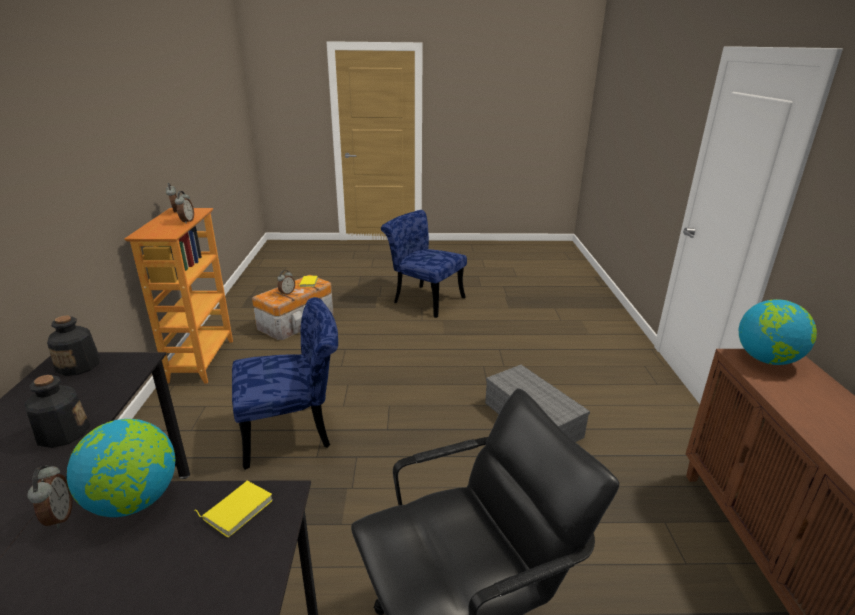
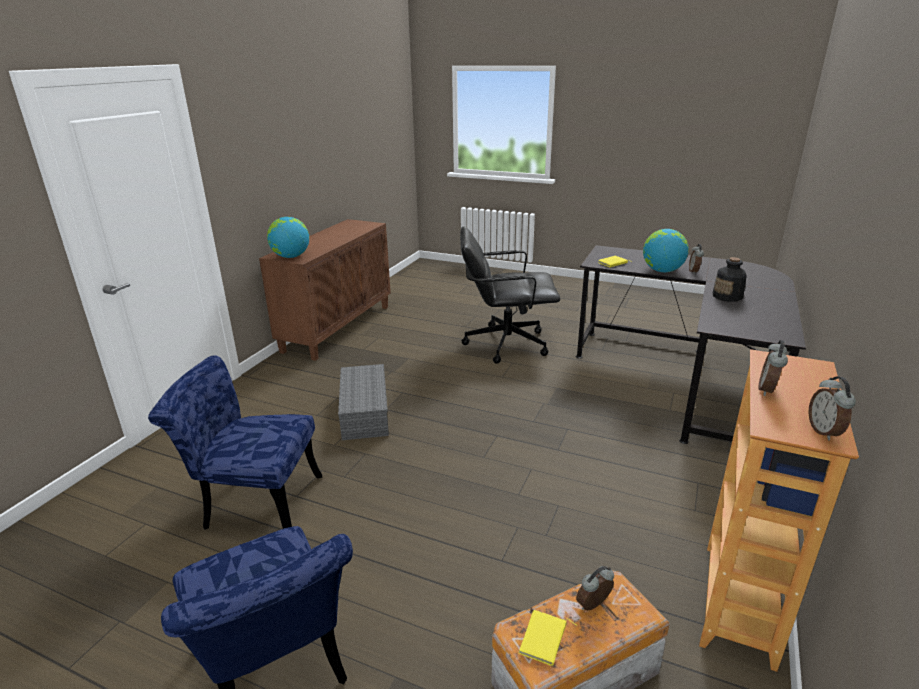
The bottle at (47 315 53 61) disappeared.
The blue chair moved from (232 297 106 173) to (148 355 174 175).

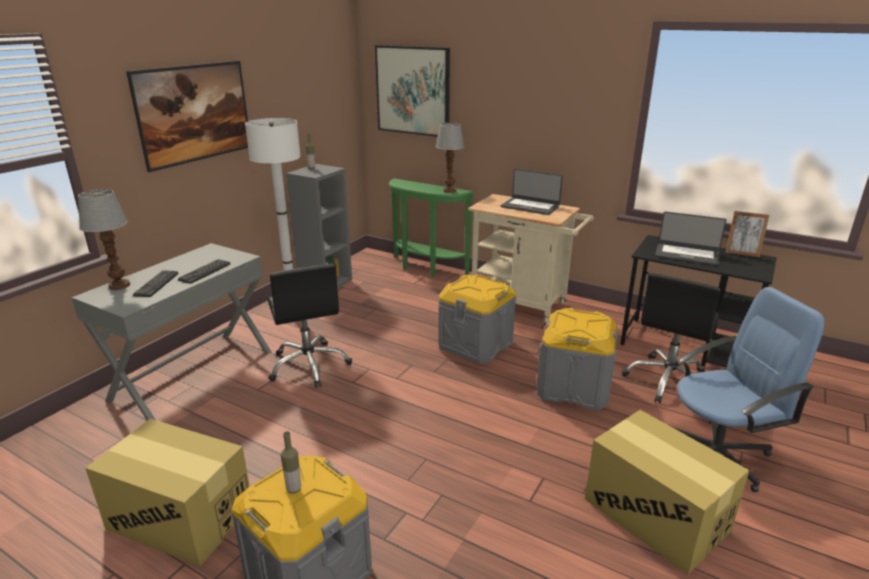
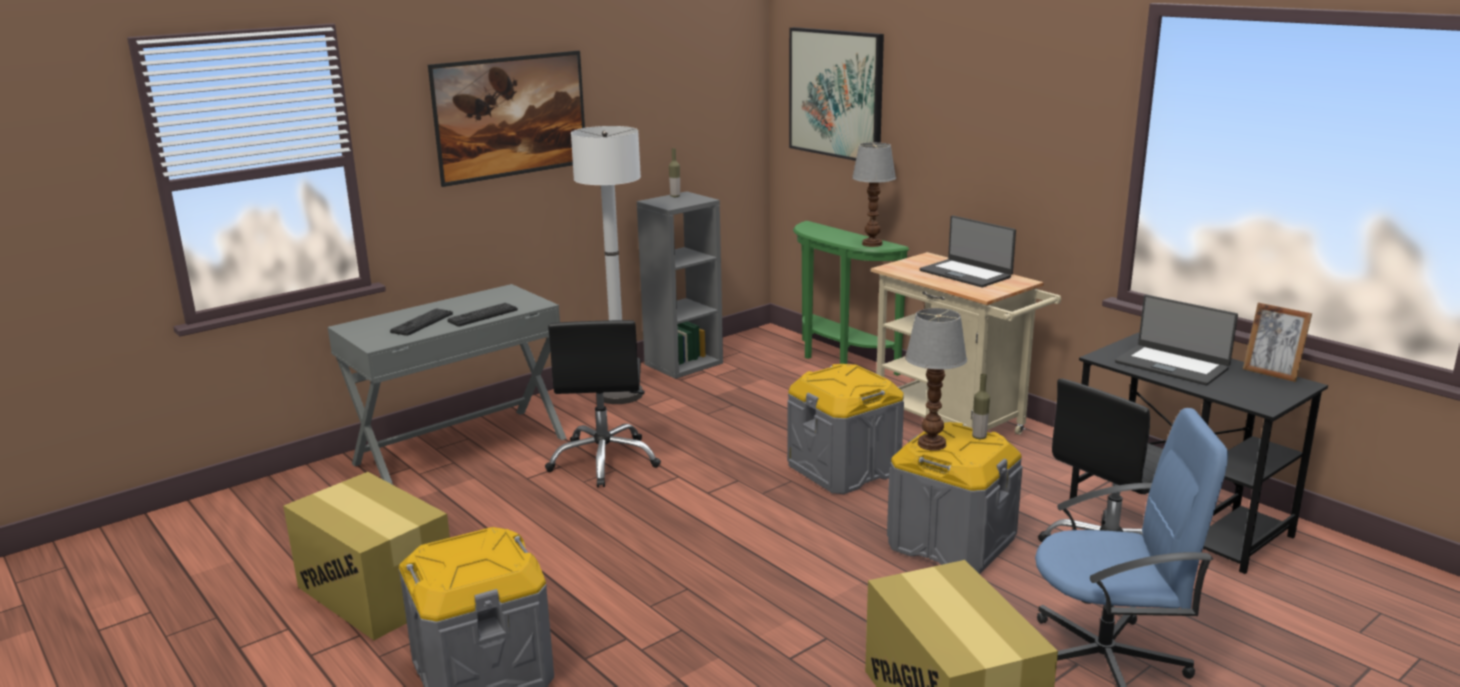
The table lamp moved from (78 189 52 101) to (905 308 62 143).
The bottle moved from (281 431 20 62) to (972 374 18 65).

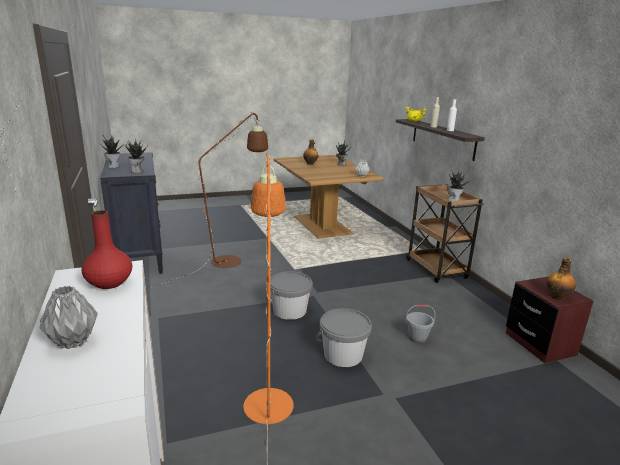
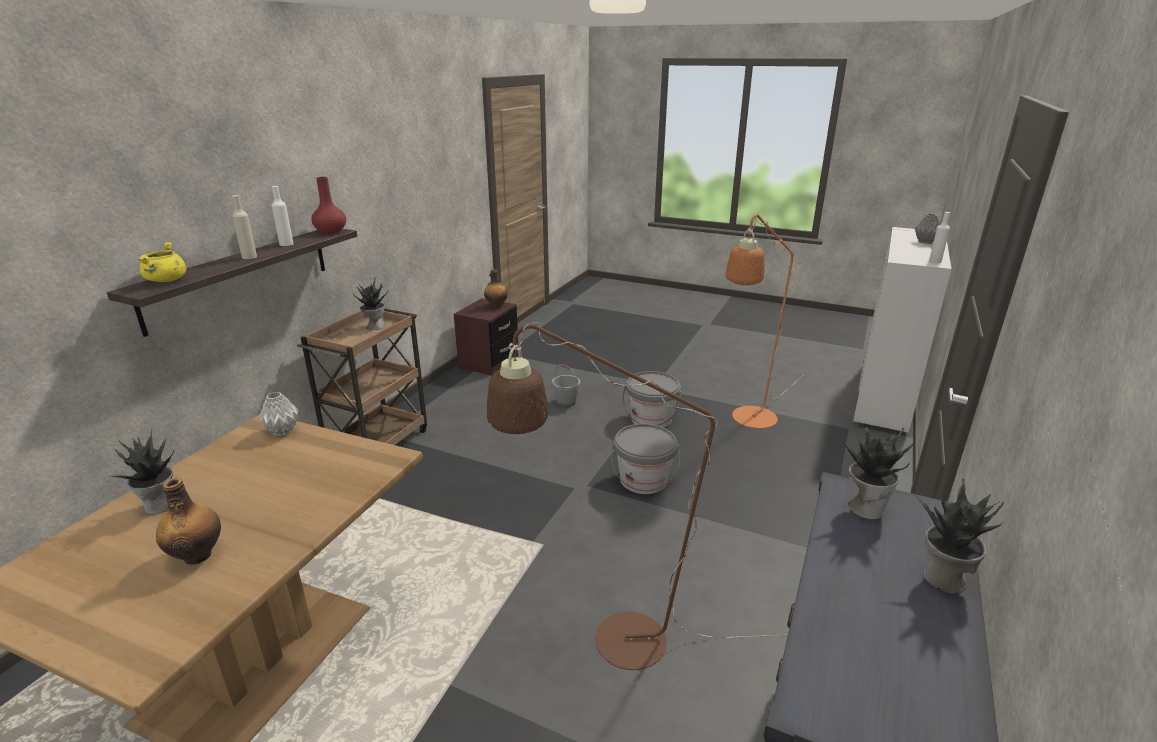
The red vase moved from (81 210 51 79) to (311 177 35 57).
The white bottle at (929 212 21 51) appeared.

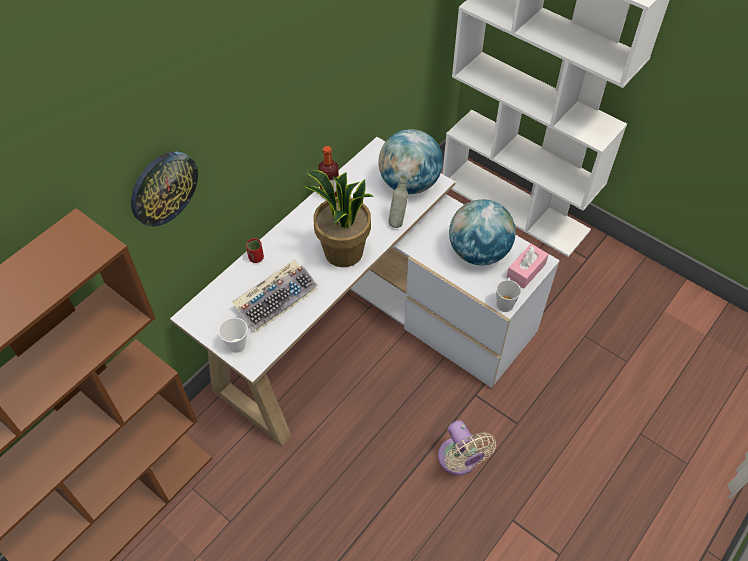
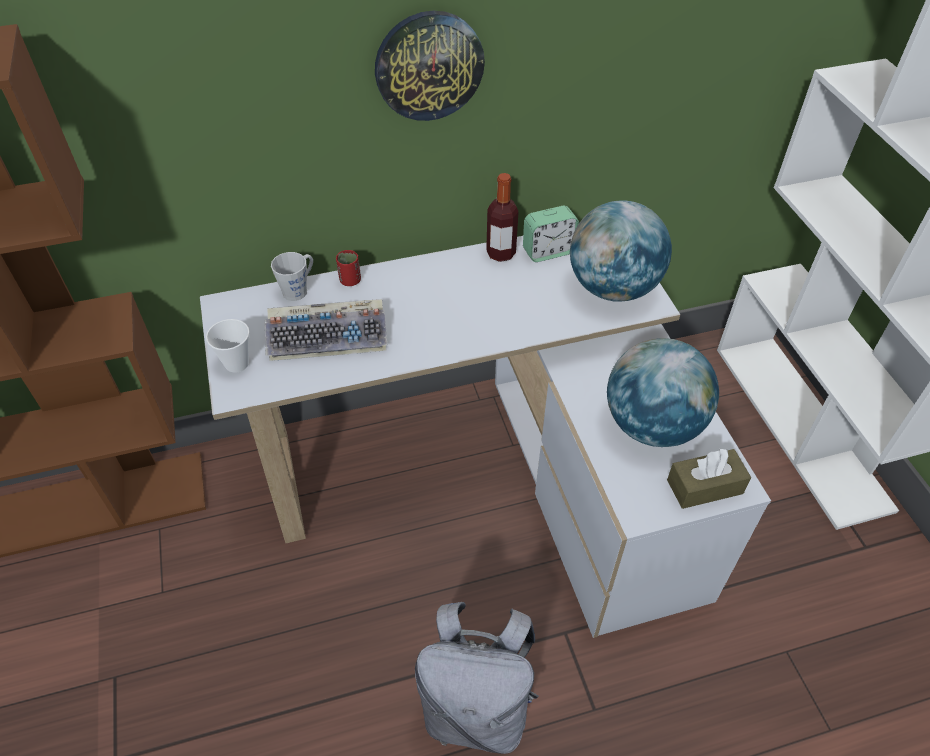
The wall clock moved from (131 151 67 76) to (375 11 110 110).
The potted plant at (302 170 72 97) disappeared.
The grey bottle at (388 176 20 52) disappeared.
The beige fan at (438 420 58 55) was replaced by the grey backpack at (415 602 124 152).
The grey mug moved from (496 277 25 35) to (271 252 42 49).
The pink tissue box at (507 244 42 45) became the brown tissue box at (667 448 84 61).
The alarm clock at (523 206 56 56) appeared.

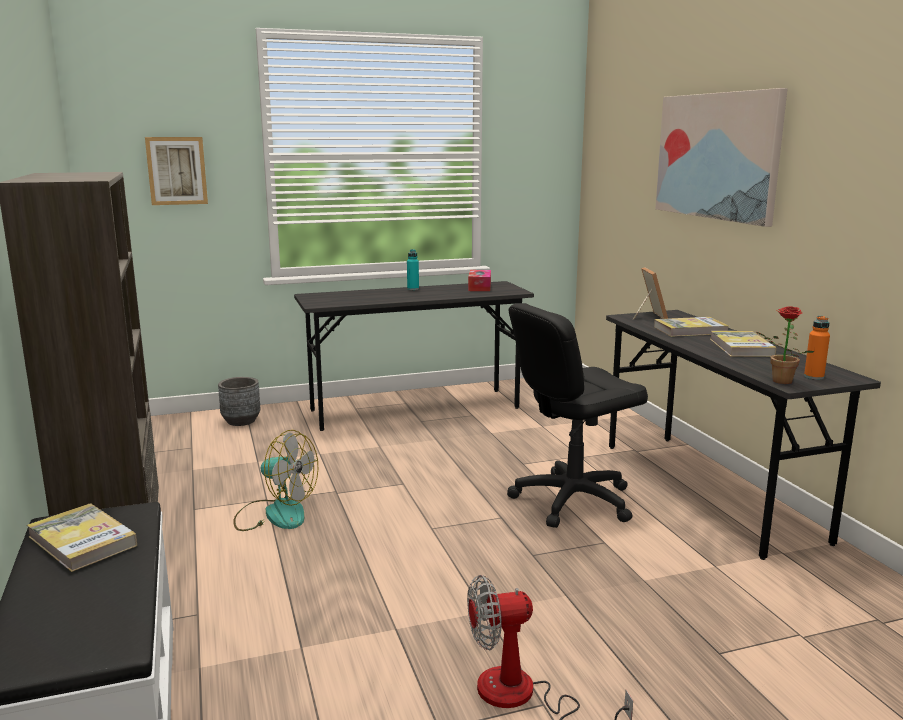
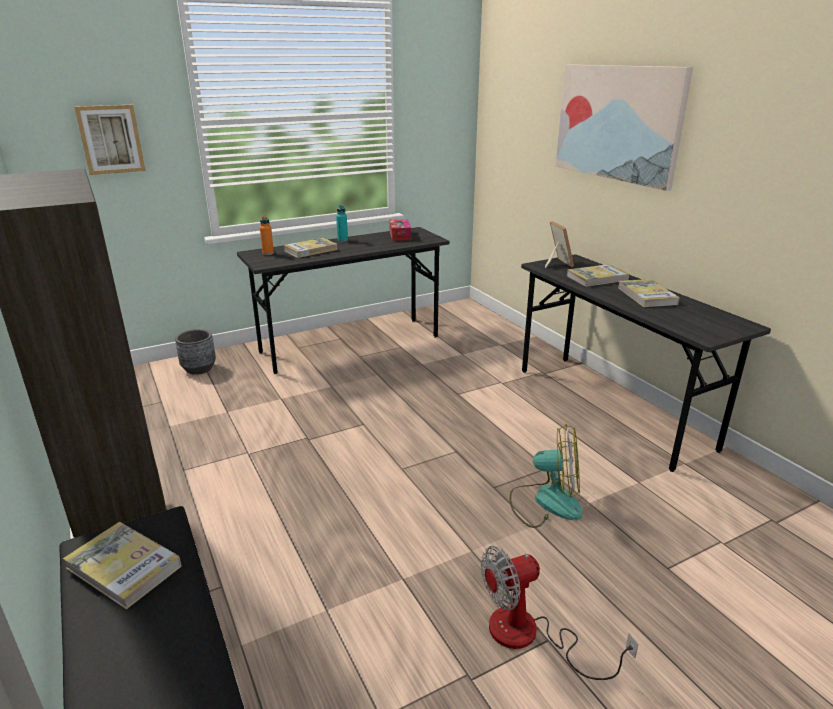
The fan moved from (233 430 85 101) to (509 424 74 104).
The black office chair at (507 303 141 225) disappeared.
The potted plant at (757 306 57 78) disappeared.
The orange bottle moved from (804 316 26 64) to (260 216 14 39).
The book at (284 238 53 20) appeared.

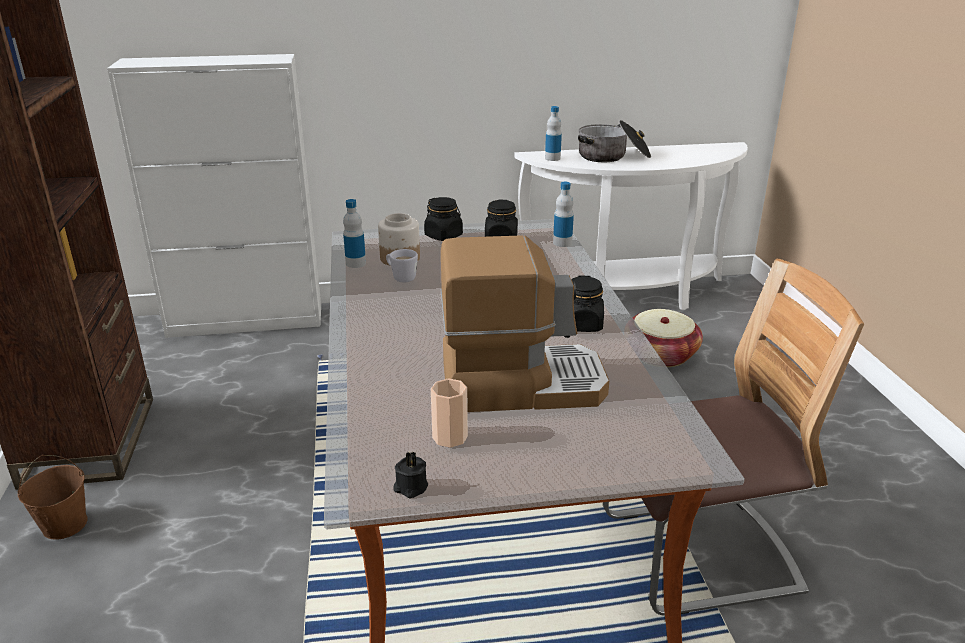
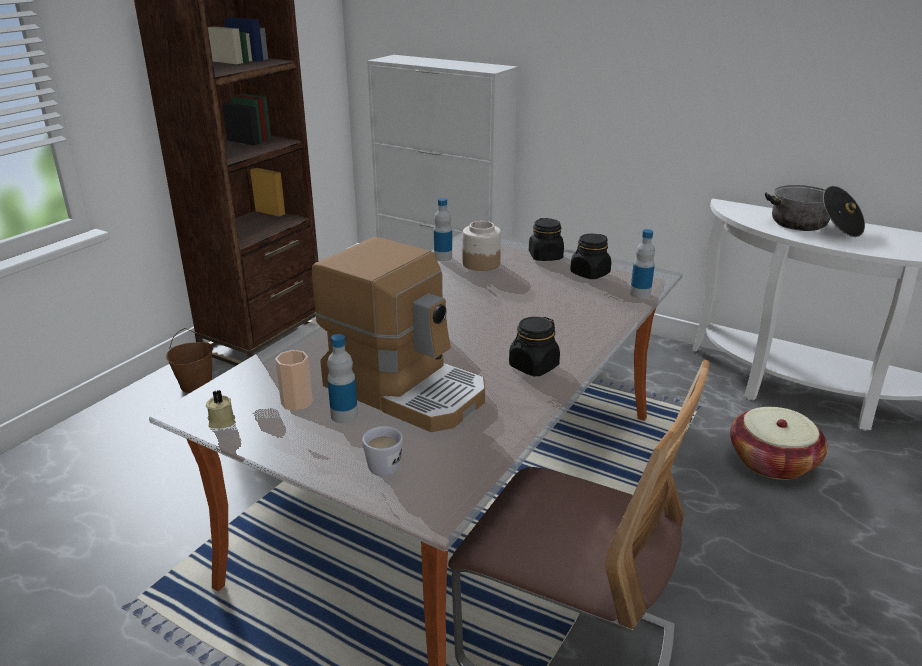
The white mug moved from (386 249 32 33) to (362 426 41 50).
The black candle at (394 451 34 47) became the beige candle at (206 390 29 39).
The bottle moved from (545 106 17 55) to (327 334 31 89).

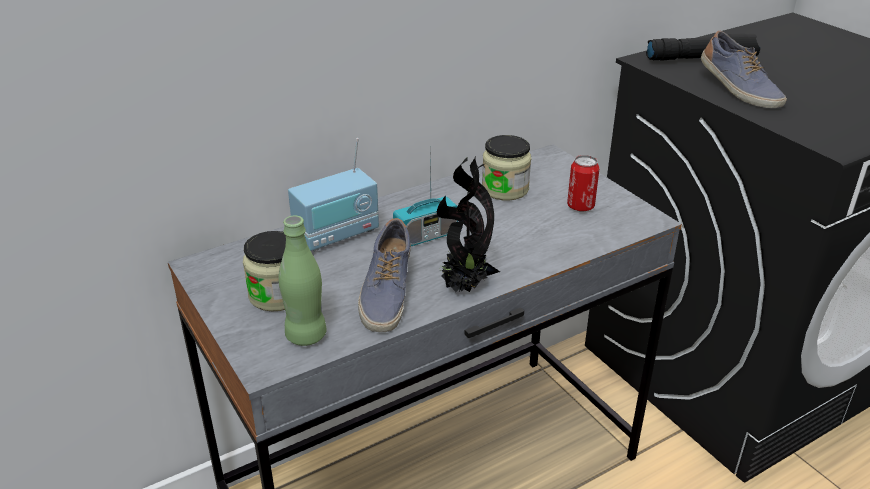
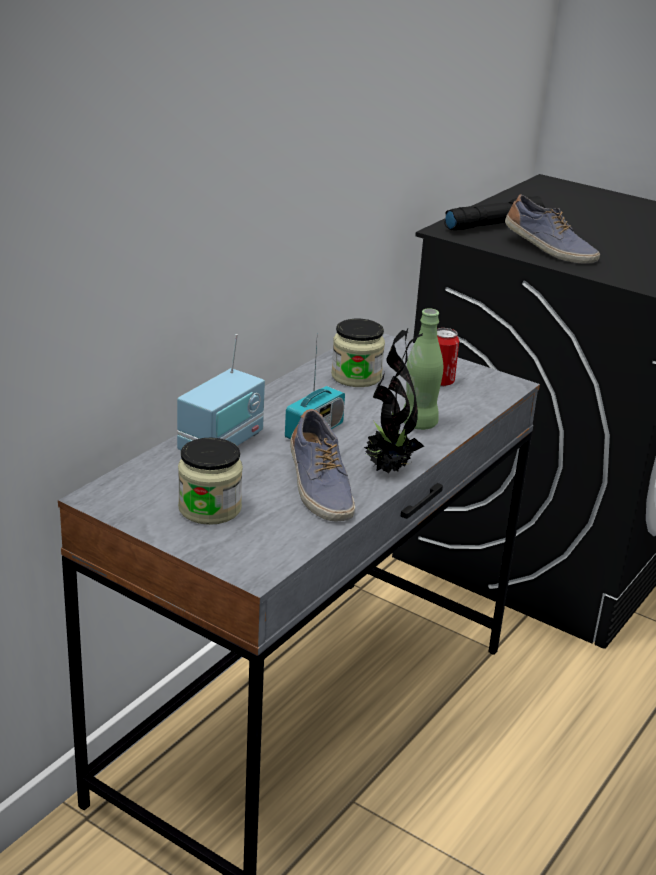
The green bottle moved from (279 216 48 130) to (403 308 40 122).

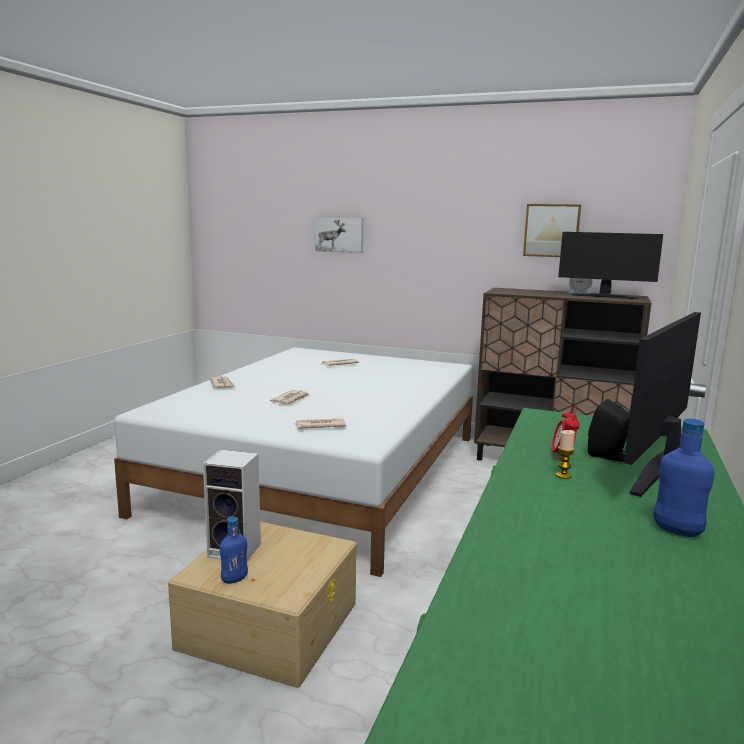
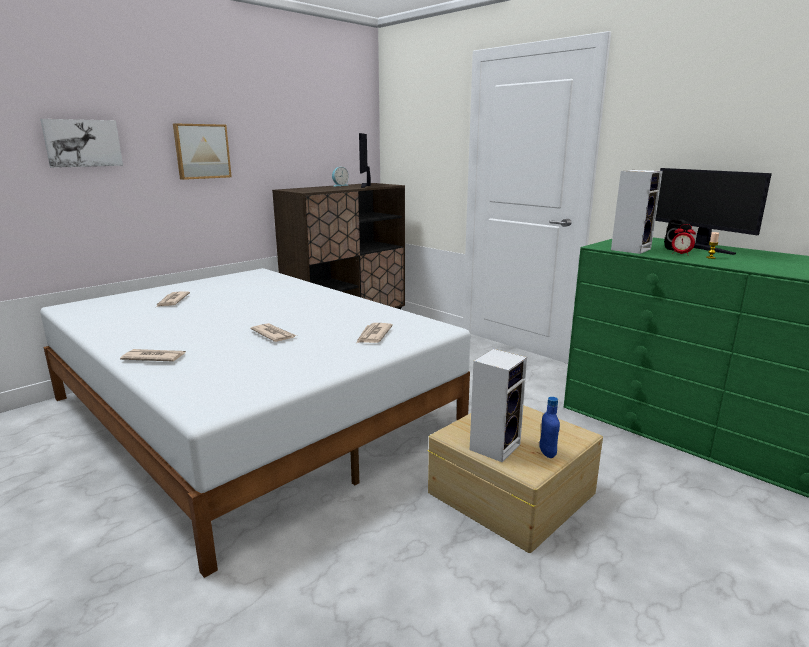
The picture moved from (523 204 58 53) to (173 123 59 57).
The monitor at (558 232 105 67) turned 135 degrees clockwise.
The blue bottle at (653 419 61 118) disappeared.
The speaker at (611 170 52 84) appeared.

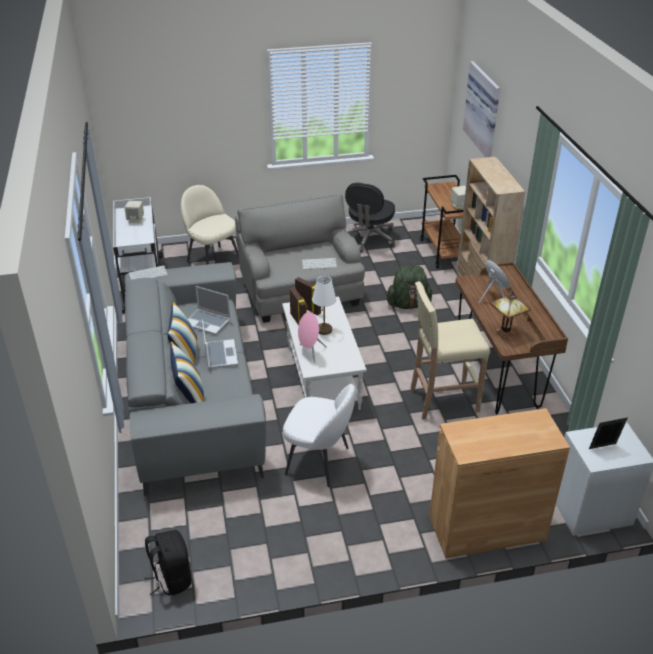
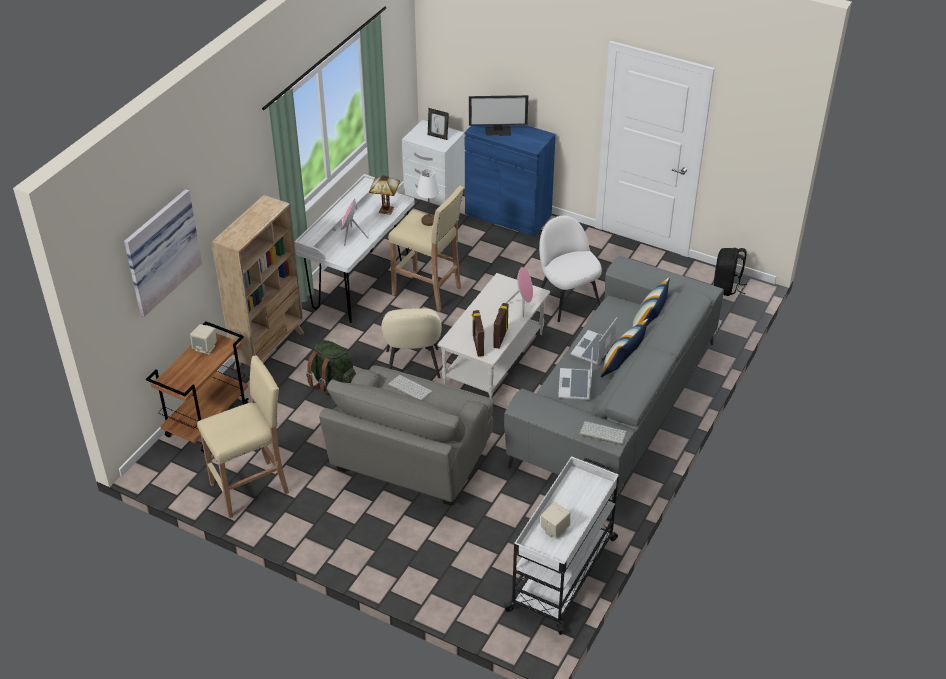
The beige chair moved from (181 185 58 80) to (381 308 61 70).
The laptop at (188 286 43 49) turned 150 degrees counterclockwise.
The white table lamp moved from (312 276 24 59) to (417 169 23 57).
The black office chair at (345 183 50 70) was replaced by the beige stool at (197 356 92 162).
The brown cabinet at (429 408 141 150) became the blue cabinet at (465 125 91 112).
The brown desk at (455 262 113 152) became the white desk at (294 174 121 149).
The monitor at (469 95 59 41) appeared.

